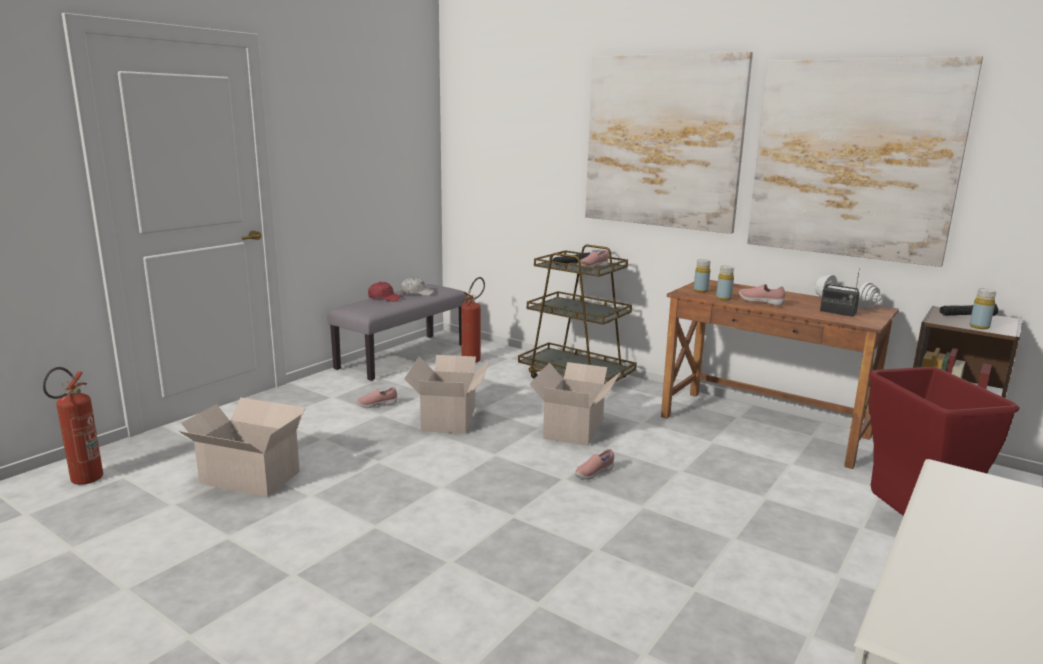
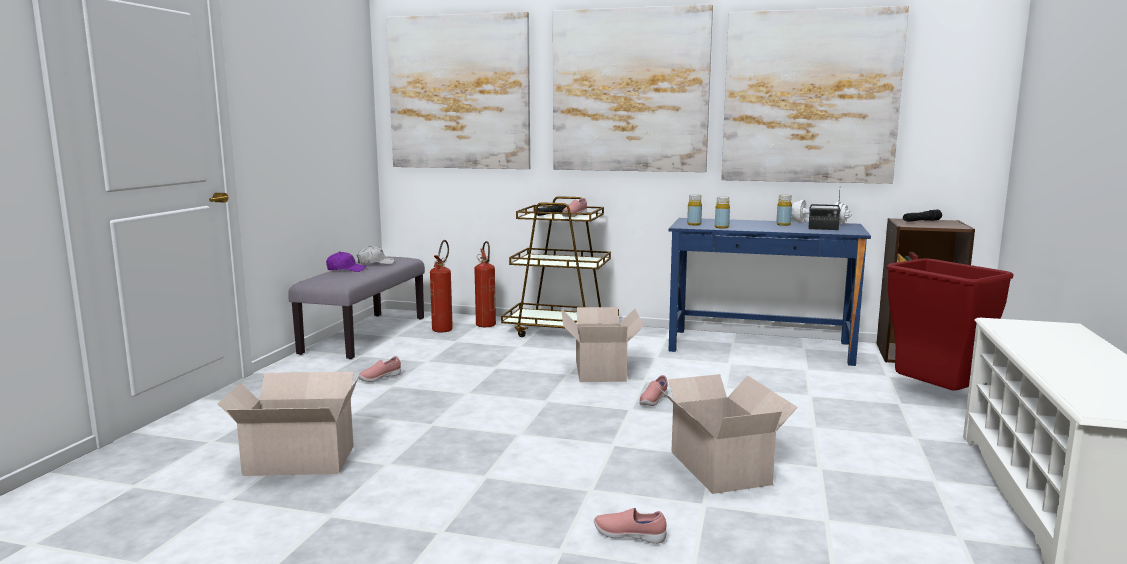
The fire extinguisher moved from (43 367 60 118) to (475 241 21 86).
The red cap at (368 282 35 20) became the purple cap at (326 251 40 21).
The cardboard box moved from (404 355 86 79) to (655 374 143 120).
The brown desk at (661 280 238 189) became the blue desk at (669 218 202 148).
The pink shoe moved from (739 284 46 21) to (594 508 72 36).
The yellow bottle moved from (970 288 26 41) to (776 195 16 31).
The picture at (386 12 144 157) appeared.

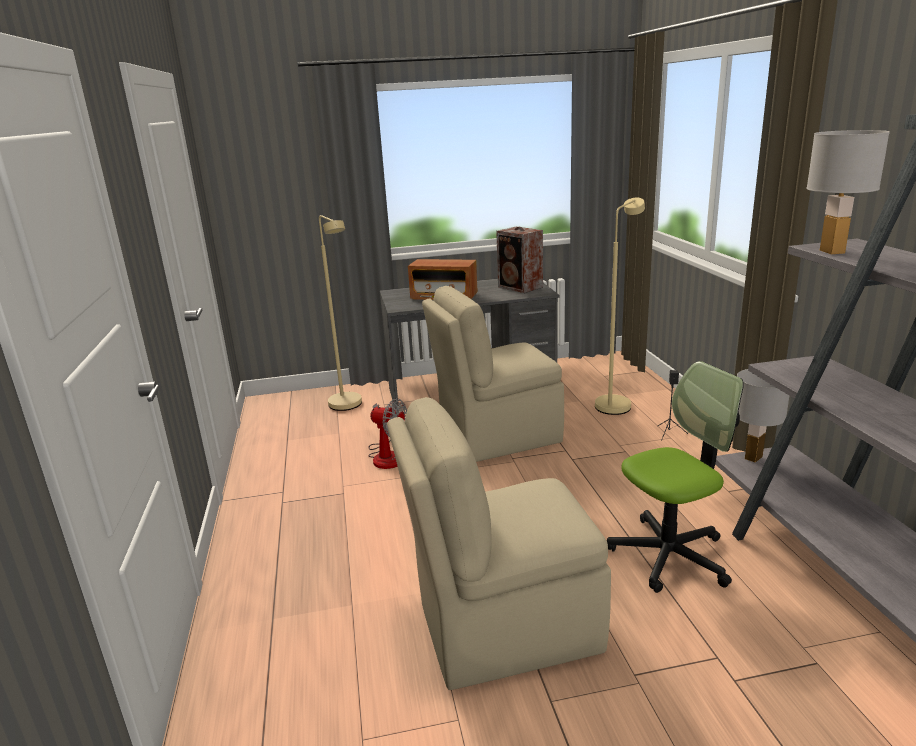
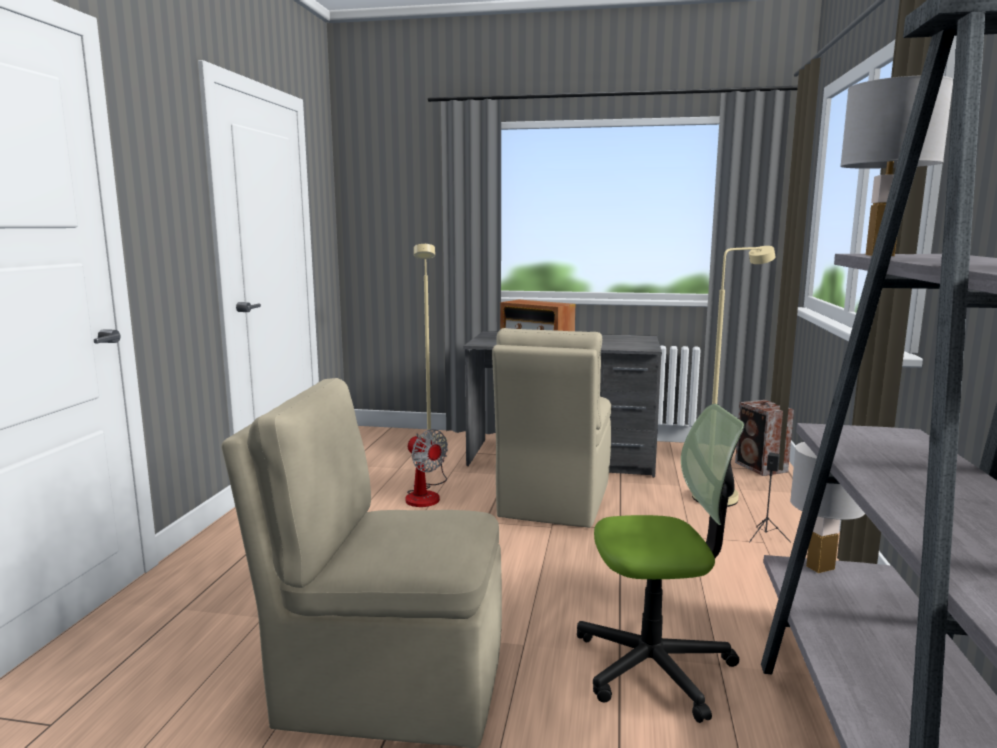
The beige chair at (422 286 142 176) turned 75 degrees counterclockwise.
The speaker moved from (496 227 47 66) to (735 400 59 76).

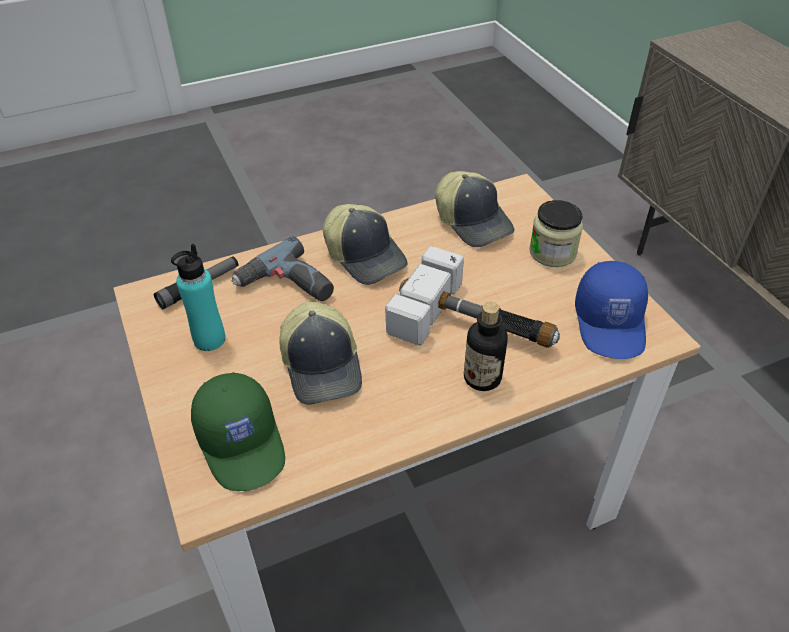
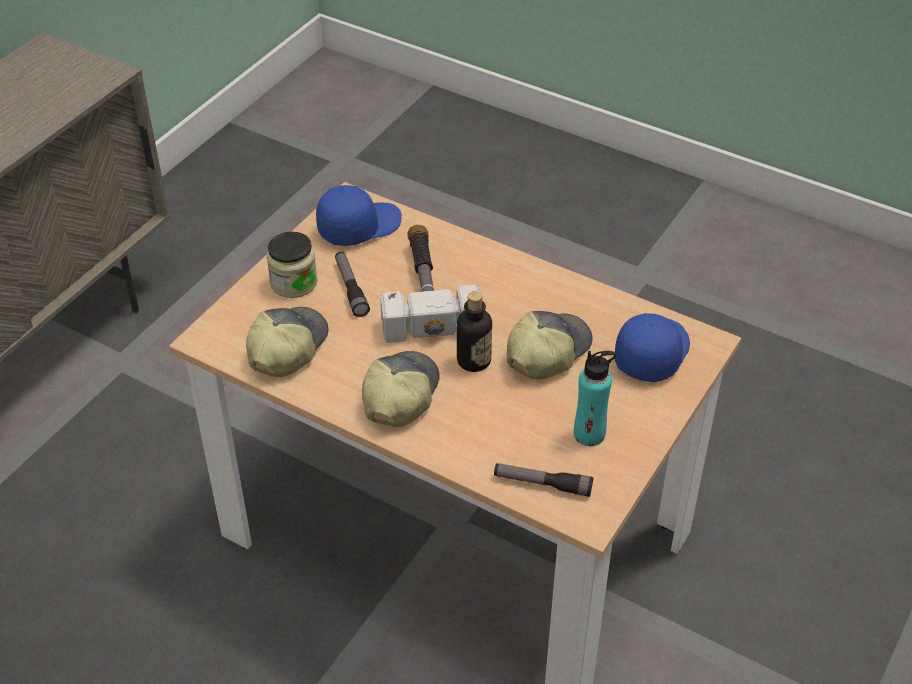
The green cap at (191 372 94 119) became the blue cap at (615 313 75 69).
The power drill at (232 236 102 65) disappeared.
The bottle moved from (464 302 44 89) to (457 291 35 81).
The flashlight at (335 252 35 65) appeared.

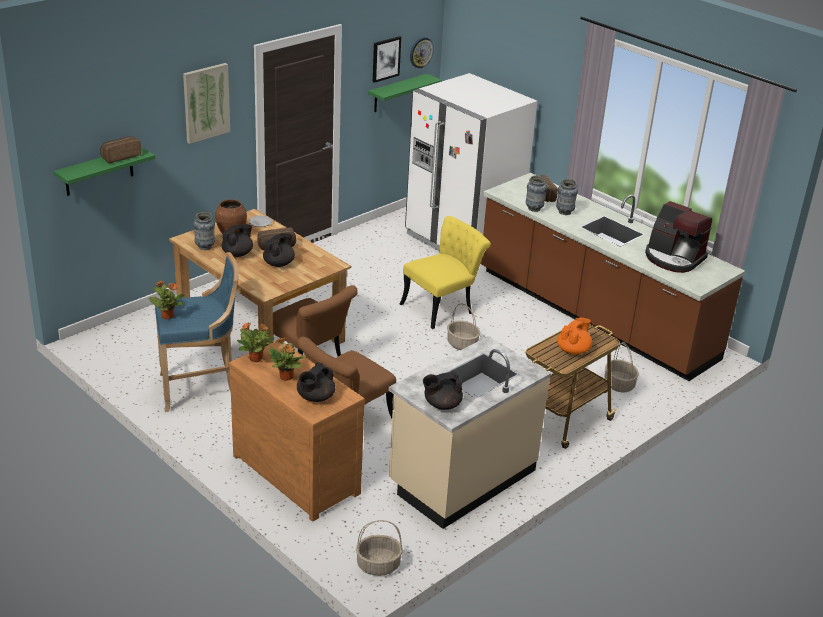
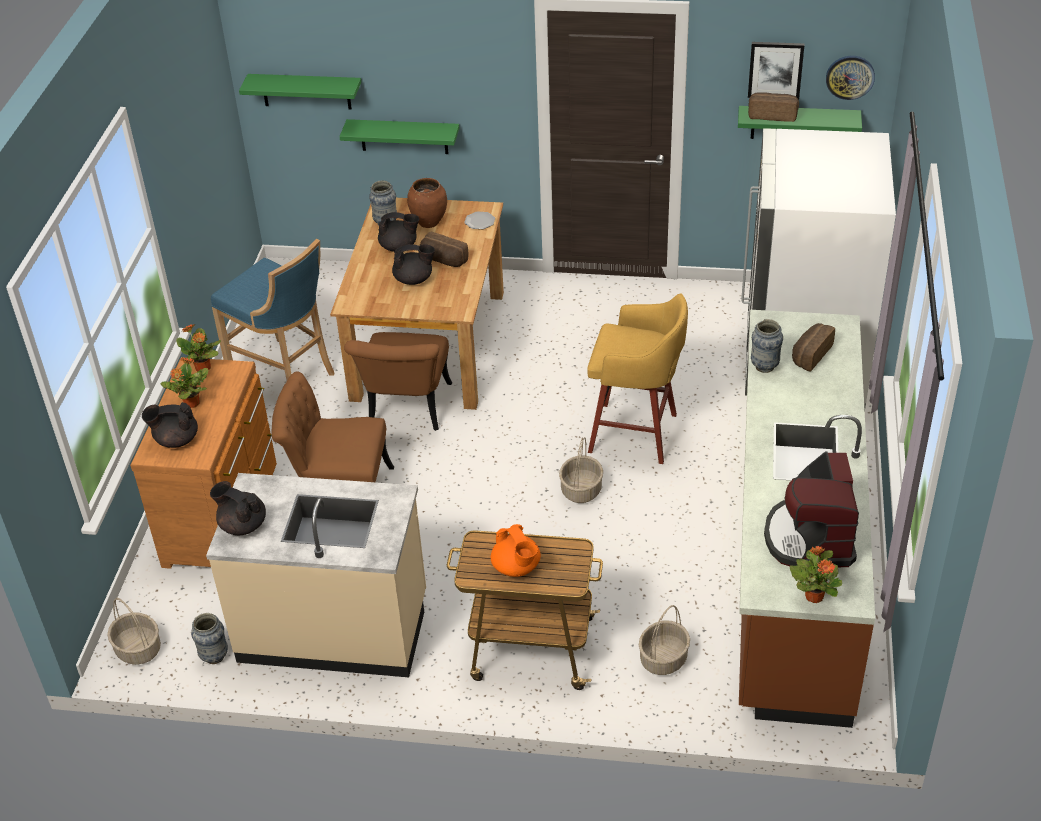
The bread moved from (100 137 41 26) to (748 92 51 30).
The potted plant moved from (148 280 37 39) to (790 546 52 57).
The picture at (183 63 47 81) disappeared.
The yellow chair at (400 216 91 113) was replaced by the yellow stool at (587 293 101 171).
The vase moved from (556 179 22 36) to (191 613 37 51).
The orange teapot at (557 318 35 37) turned 60 degrees clockwise.
The green shelf at (339 119 120 35) appeared.

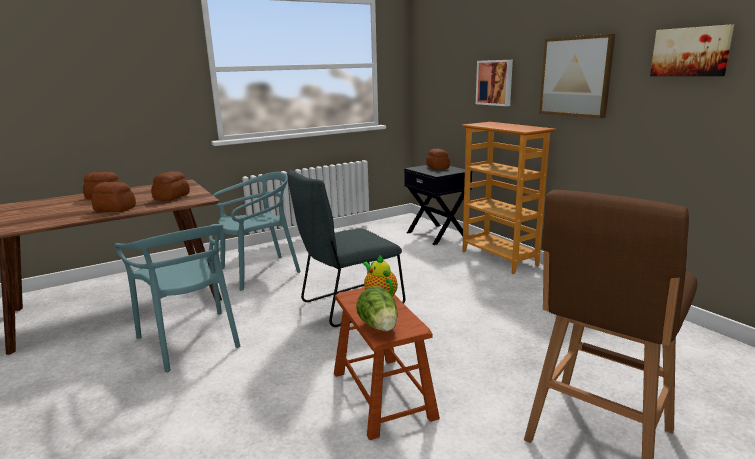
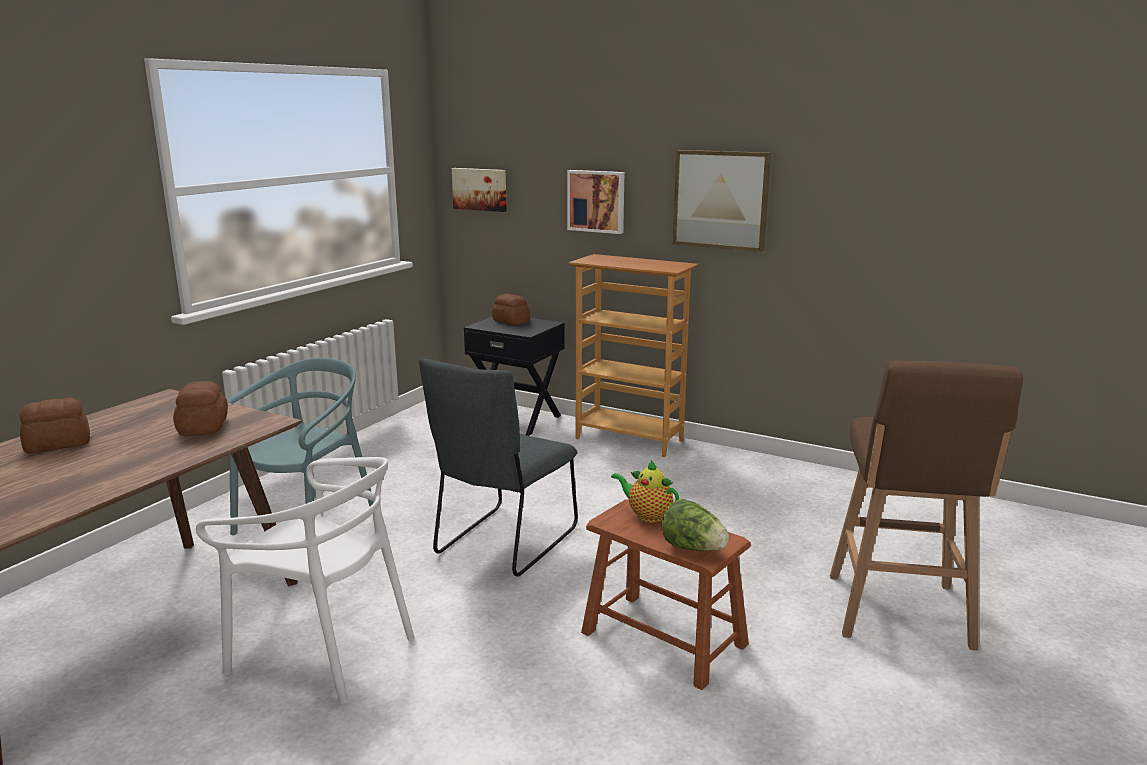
The bread at (91 182 45 30) disappeared.
The turquoise chair at (114 224 126 148) became the white chair at (196 457 219 247).
The picture moved from (650 24 84 52) to (452 168 54 44).

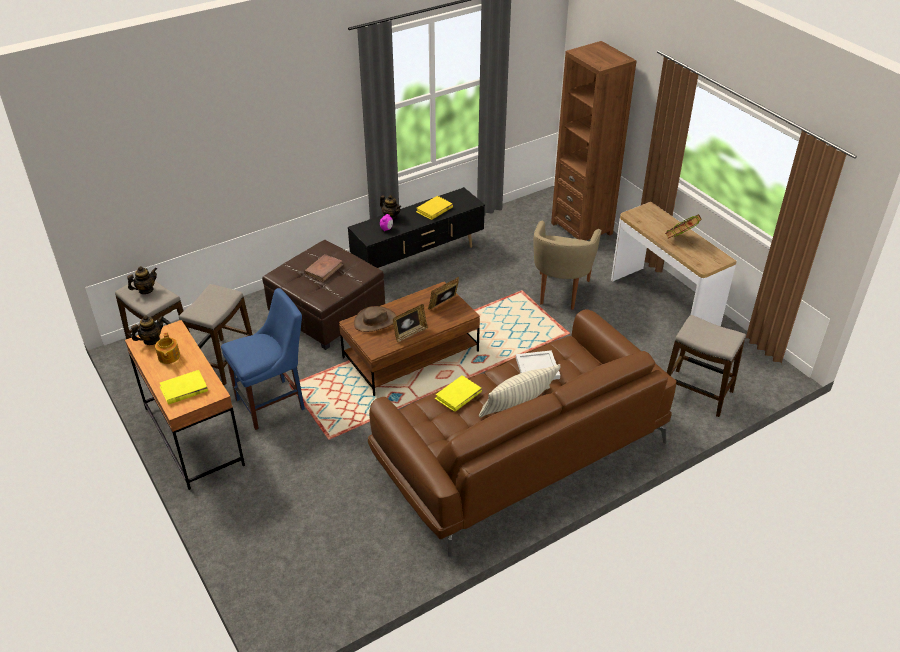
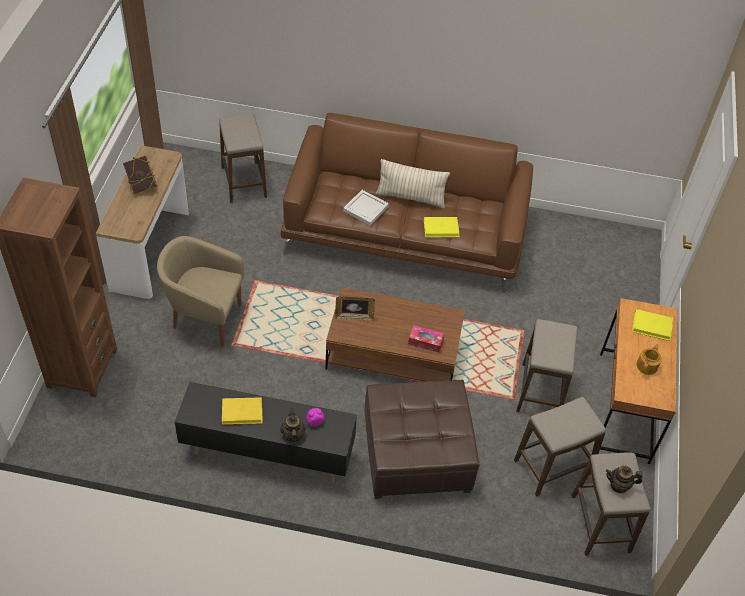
The teapot at (131 315 33 30) disappeared.
The blue chair at (221 288 84 142) was replaced by the stool at (516 319 62 93).
The brown book at (304 254 40 28) disappeared.
The brown hat at (354 306 43 26) was replaced by the tissue box at (408 325 37 28).
The picture frame at (393 304 35 39) disappeared.
The beige armchair at (533 221 69 89) turned 135 degrees counterclockwise.

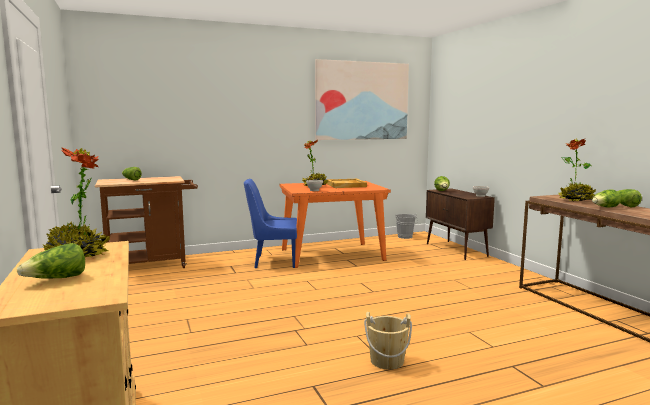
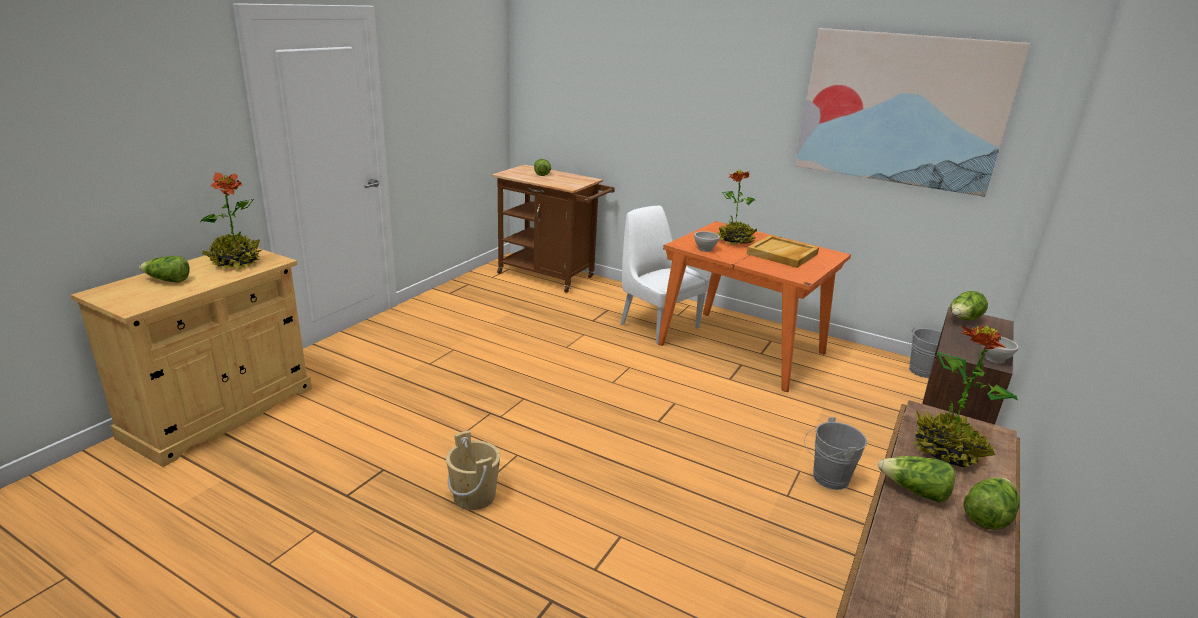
The blue chair at (244 179 53 90) became the white chair at (621 206 89 138).
The grey bucket at (804 417 63 73) appeared.

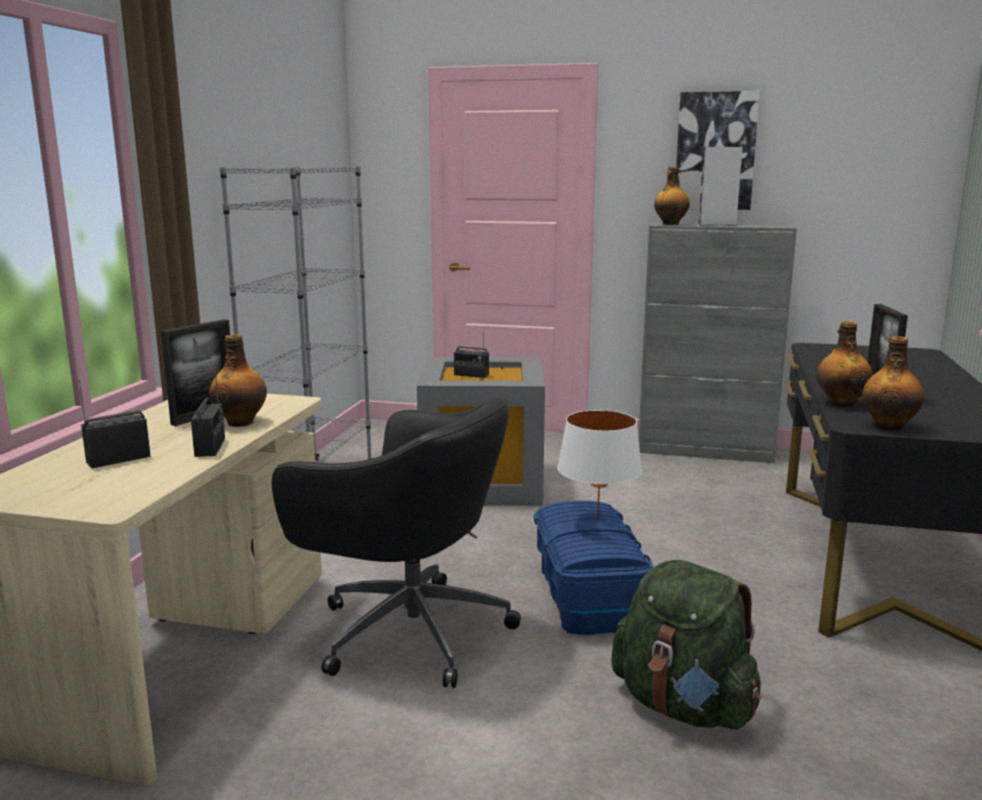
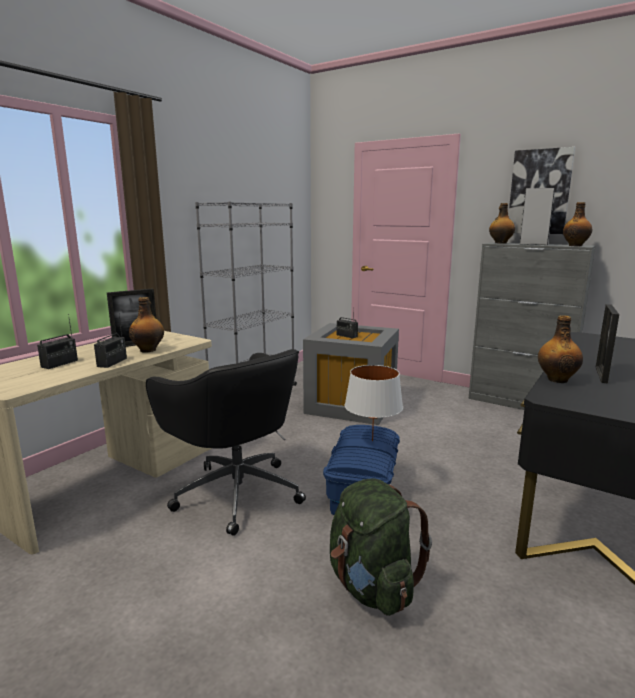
The radio at (79 380 72 88) turned 135 degrees clockwise.
The bottle moved from (862 336 62 95) to (563 202 29 44).

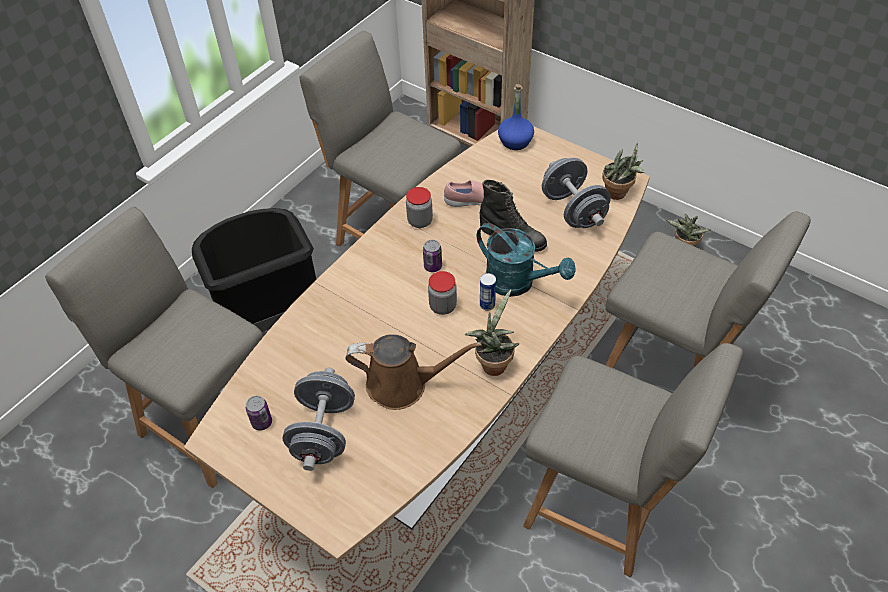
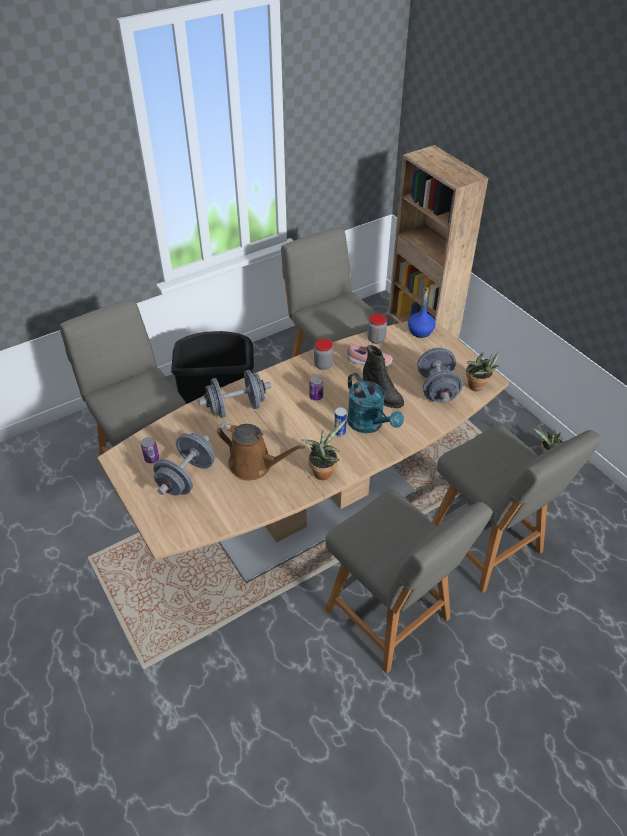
The jar moved from (428 271 29 44) to (367 314 20 30).
The grey dumbbell at (198 370 73 48) appeared.

